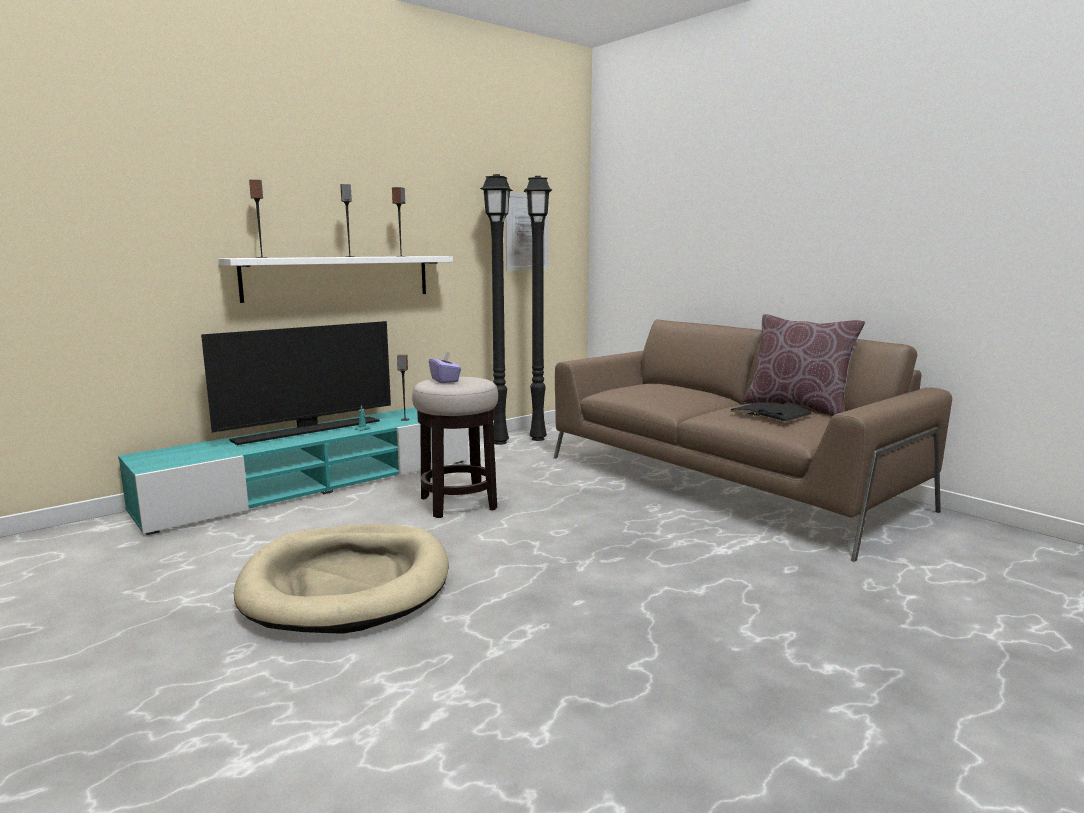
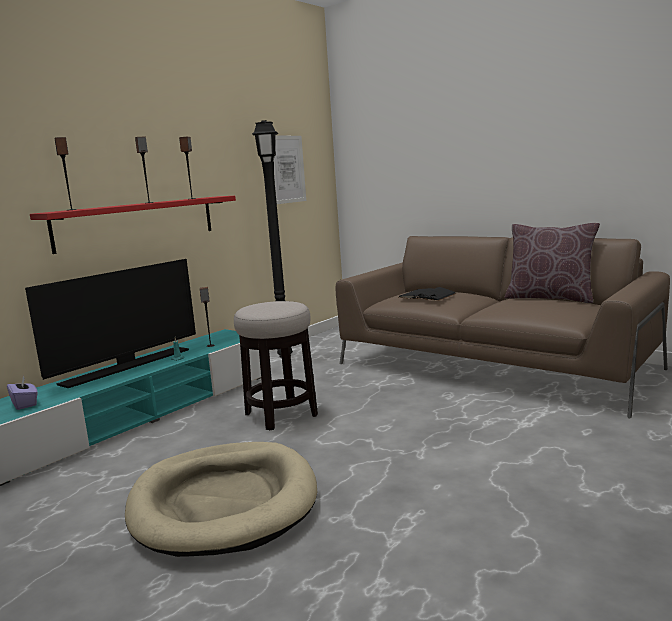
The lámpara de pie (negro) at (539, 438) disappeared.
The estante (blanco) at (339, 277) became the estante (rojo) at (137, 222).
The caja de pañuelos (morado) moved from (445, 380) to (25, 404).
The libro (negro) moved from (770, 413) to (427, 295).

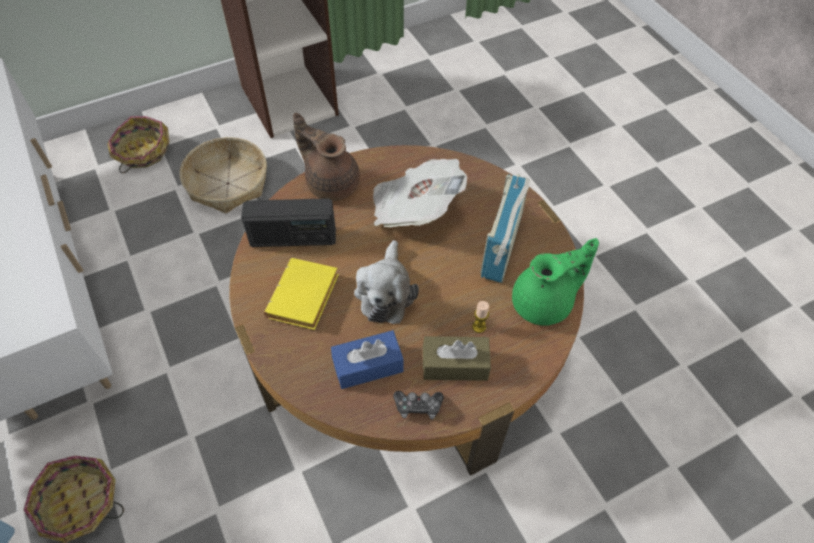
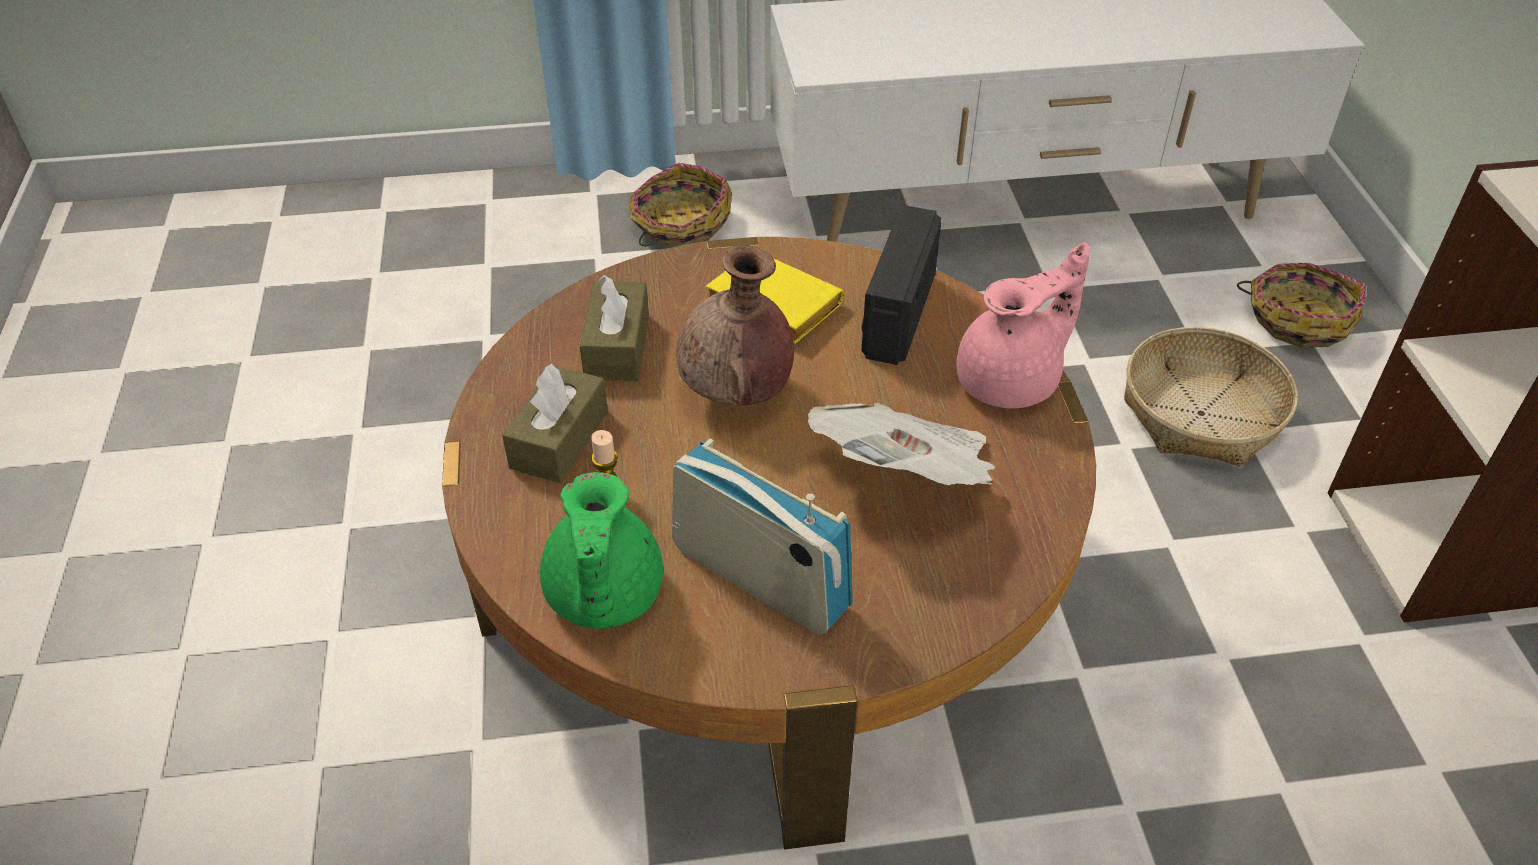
The tetera (marrón) at (331, 182) became the tetera (rosa) at (1012, 381).
The peluche at (385, 292) was replaced by the florero (marrón) at (737, 395).
The caja de pañuelos (azul) at (368, 366) became the caja de pañuelos (marrón) at (617, 346).
The mando de consola at (418, 407) disappeared.

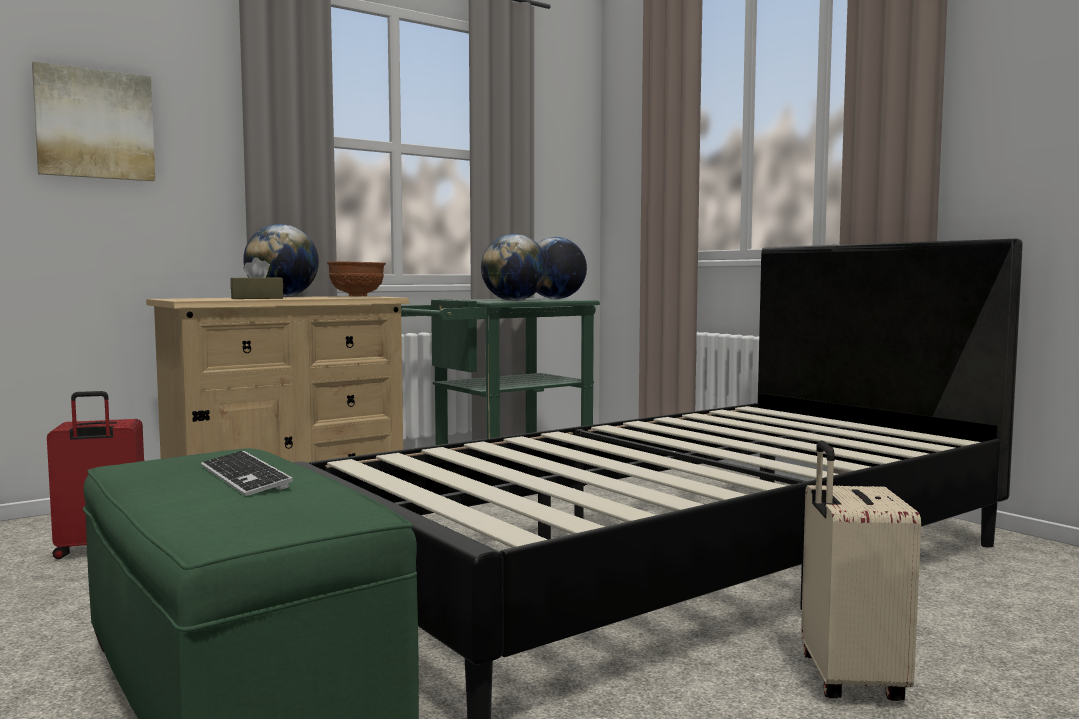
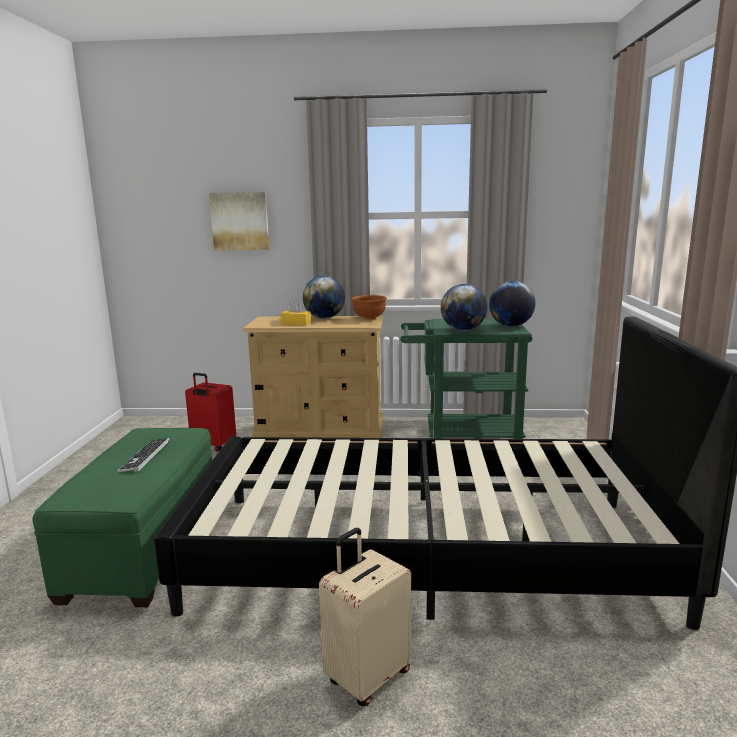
The caja de pañuelos (marrón) at (257, 298) became the caja de pañuelos (amarillo) at (296, 323).

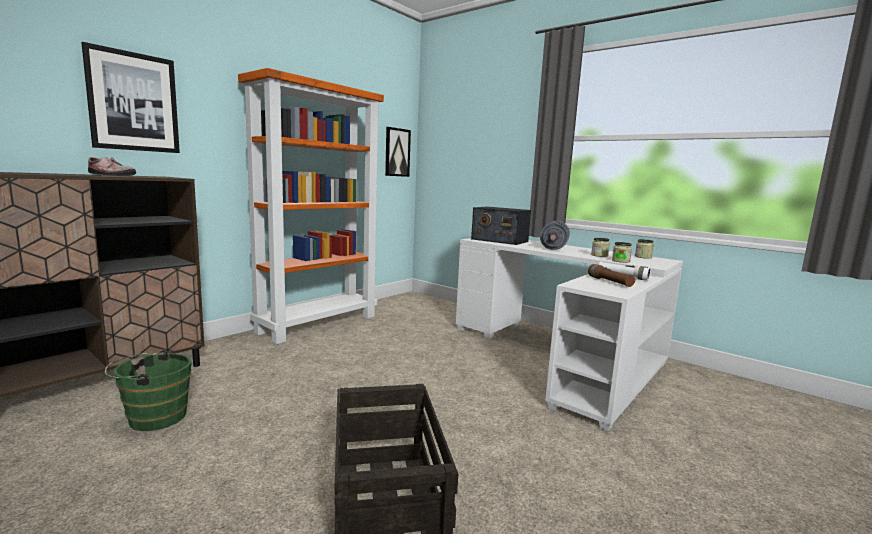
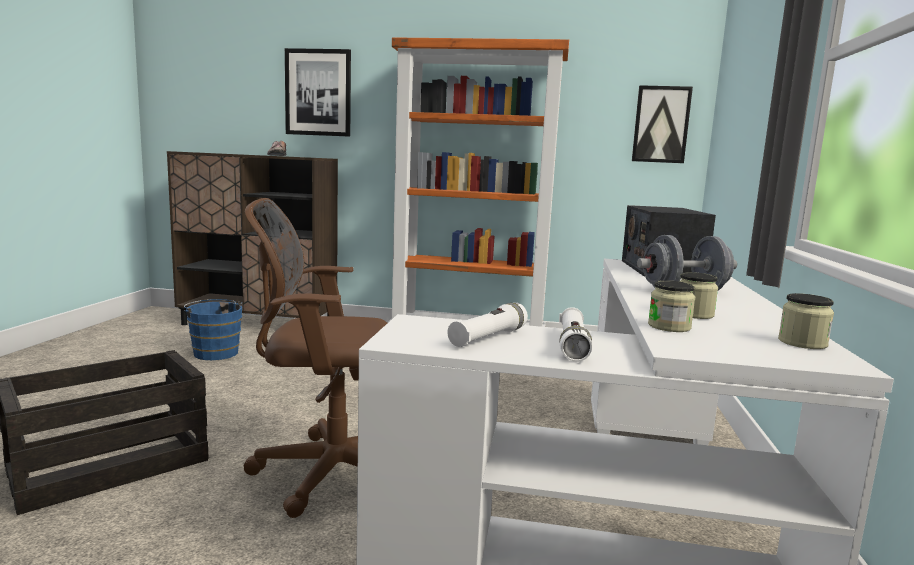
The linterna (marrón) at (609, 282) became the linterna (blanco) at (488, 338).
The cubo (verde) at (153, 417) became the cubo (azul) at (215, 352).
The silla de oficina (marrón) at (328, 472) appeared.

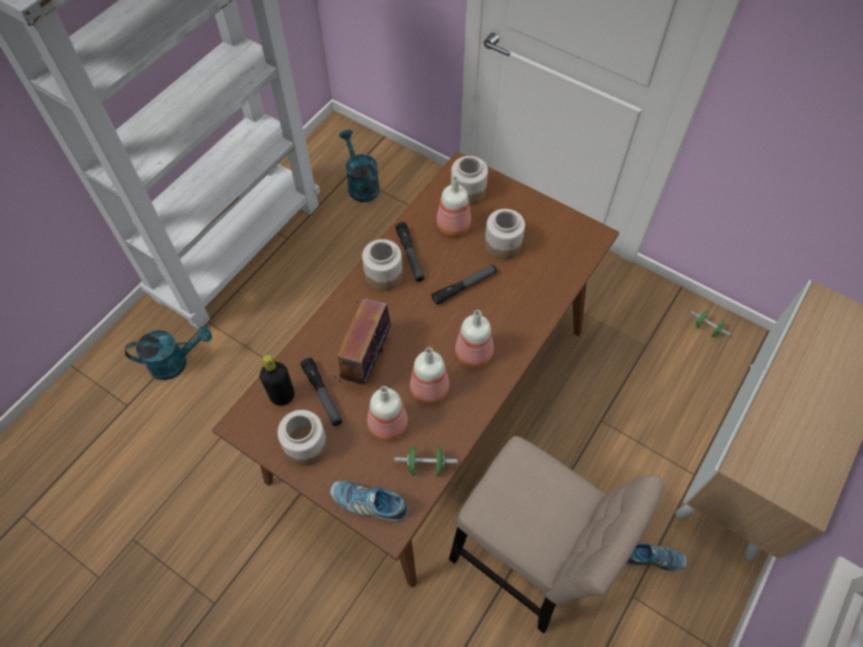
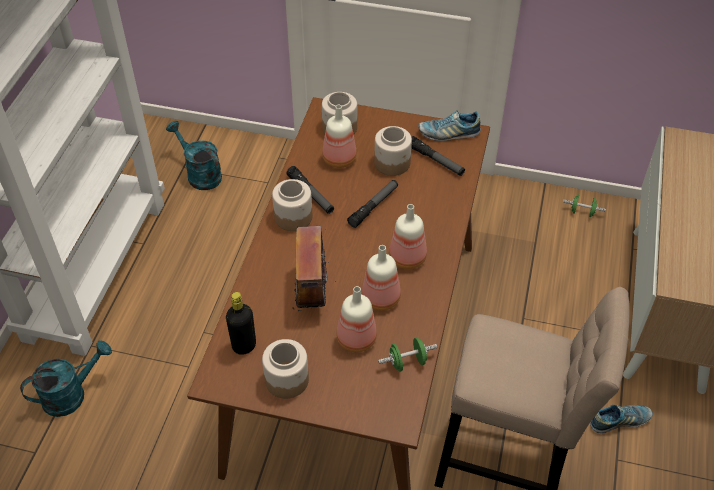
The linterna moved from (322, 394) to (436, 160).
The zapato moved from (369, 503) to (448, 133).

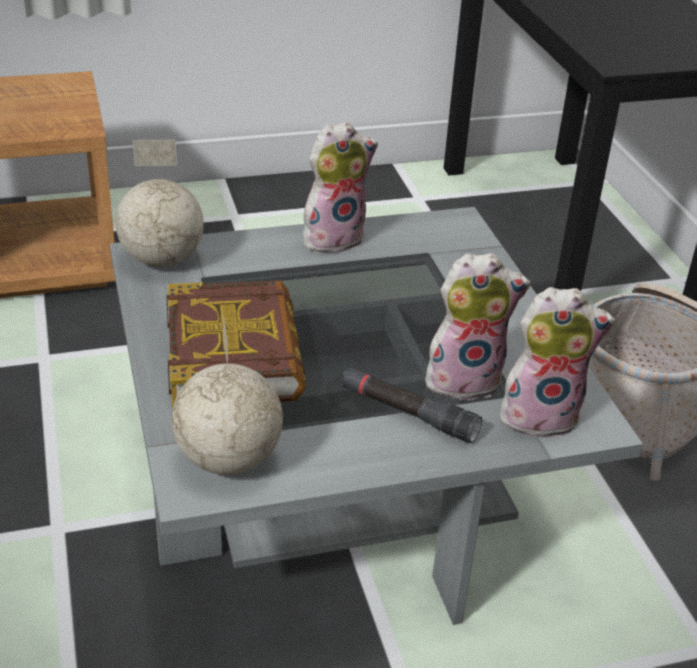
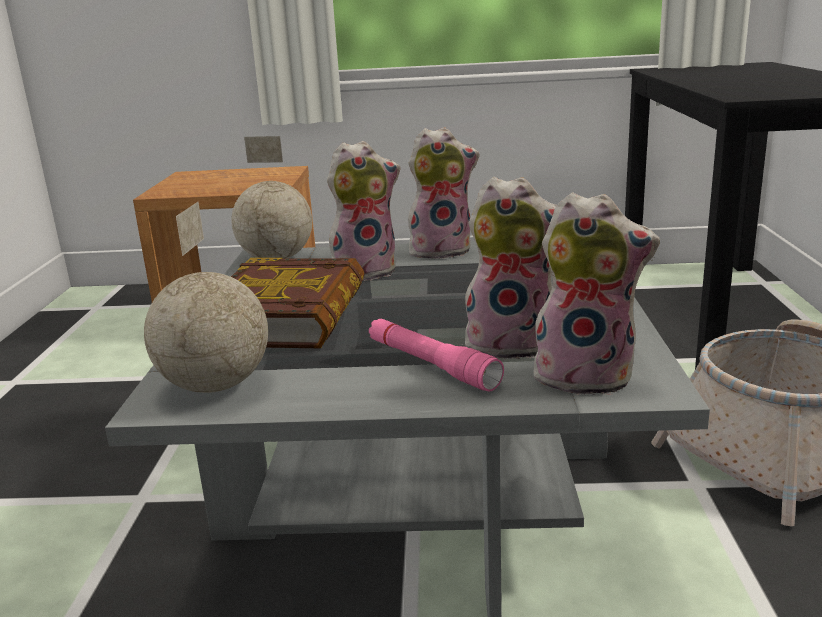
The linterna (negro) at (408, 413) became the linterna (rosa) at (431, 365).
The peluche at (365, 271) appeared.

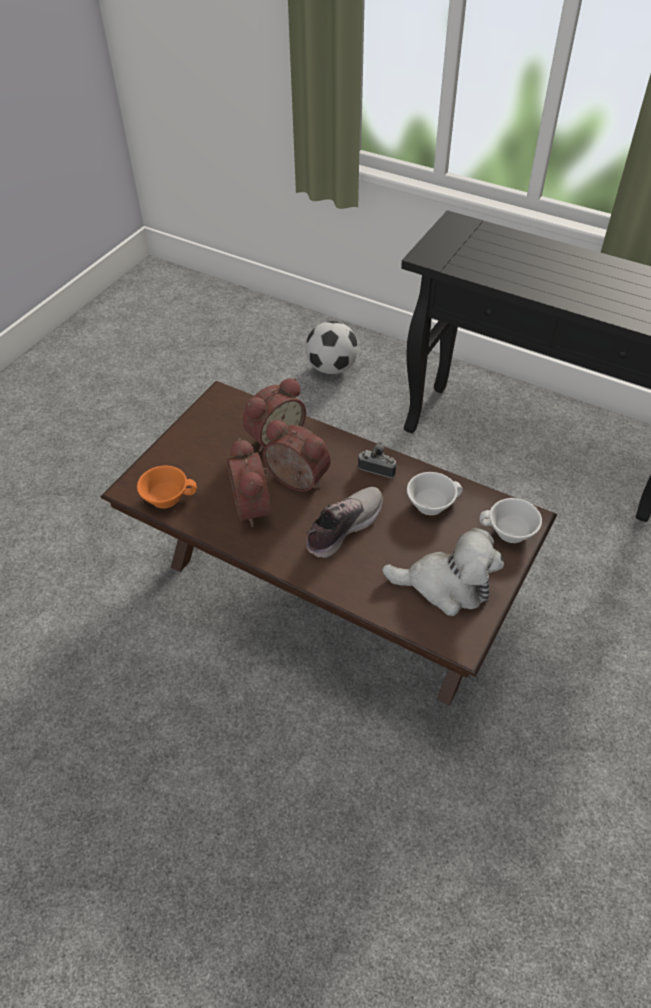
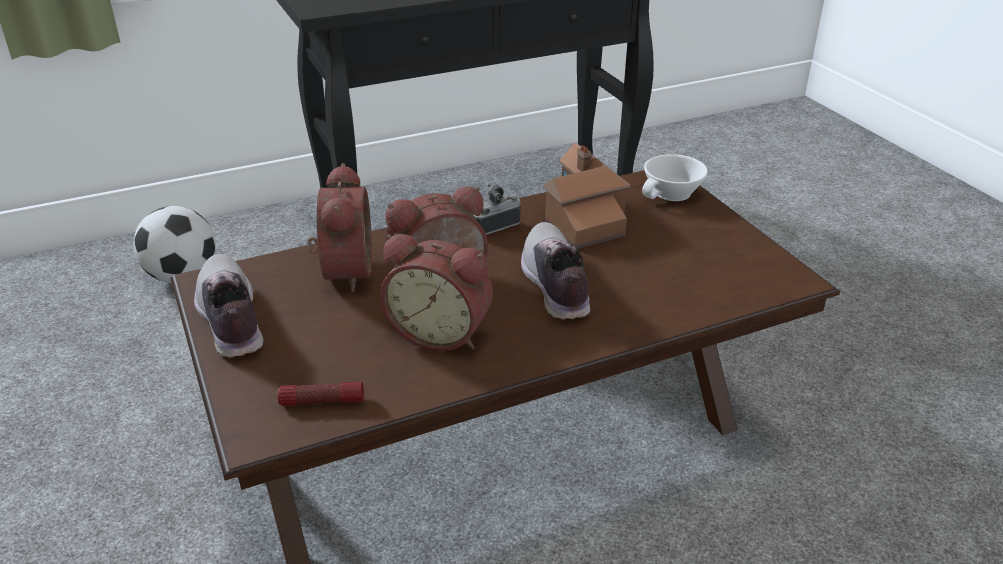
The taza (naranja) at (167, 496) was replaced by the linterna at (322, 402).
The taza (blanco) at (431, 502) was replaced by the casita at (582, 217).
The peluche at (446, 585) disappeared.
The zapato at (229, 319) appeared.

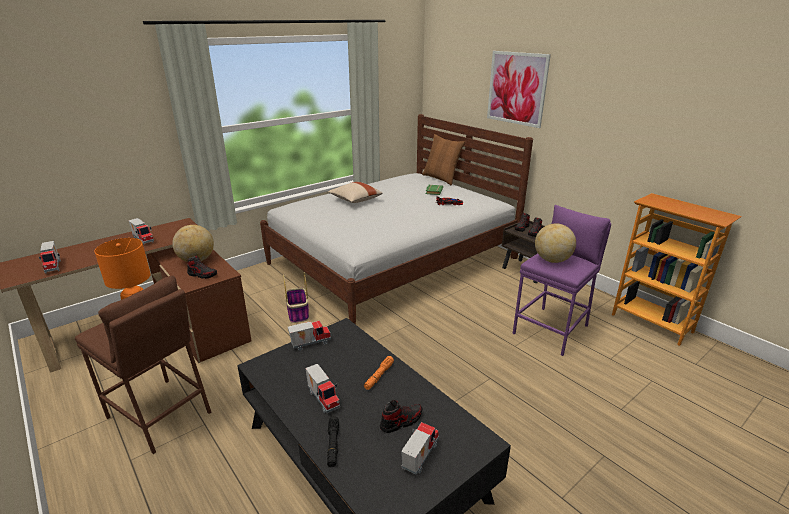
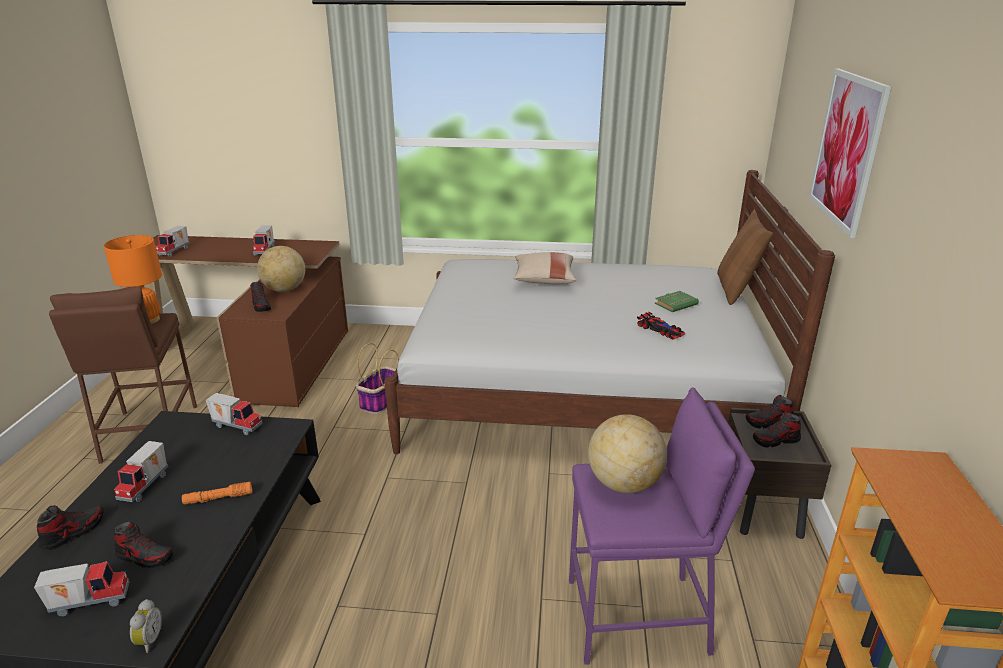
The linterna (negro) at (333, 445) was replaced by the zapato at (73, 532).
The despertador at (148, 640) appeared.

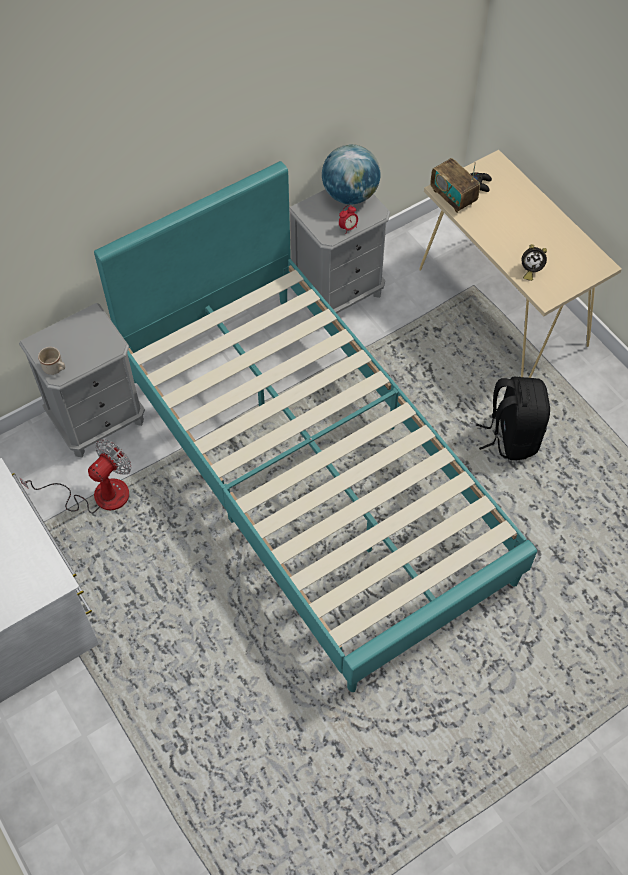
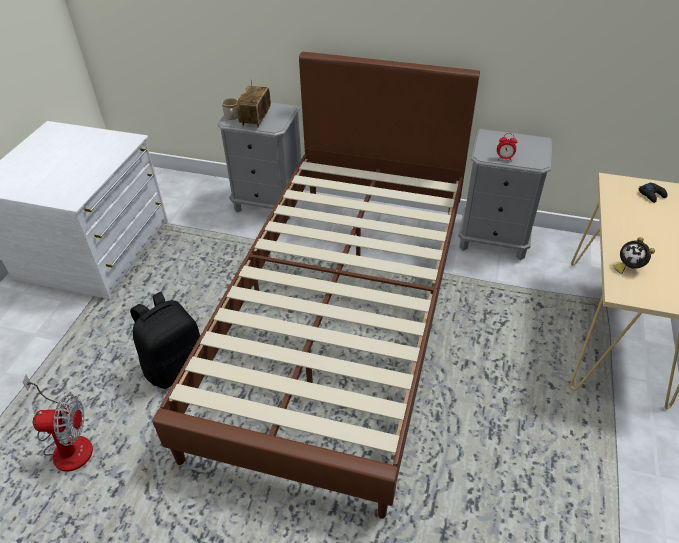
The globo terráqueo at (350, 195) disappeared.
The radio moved from (453, 197) to (255, 119).
The cama (turquesa) at (313, 474) became the cama (marrón) at (340, 318).
The mochila (negro) moved from (511, 436) to (176, 366).
The ventilador moved from (98, 495) to (67, 444).

